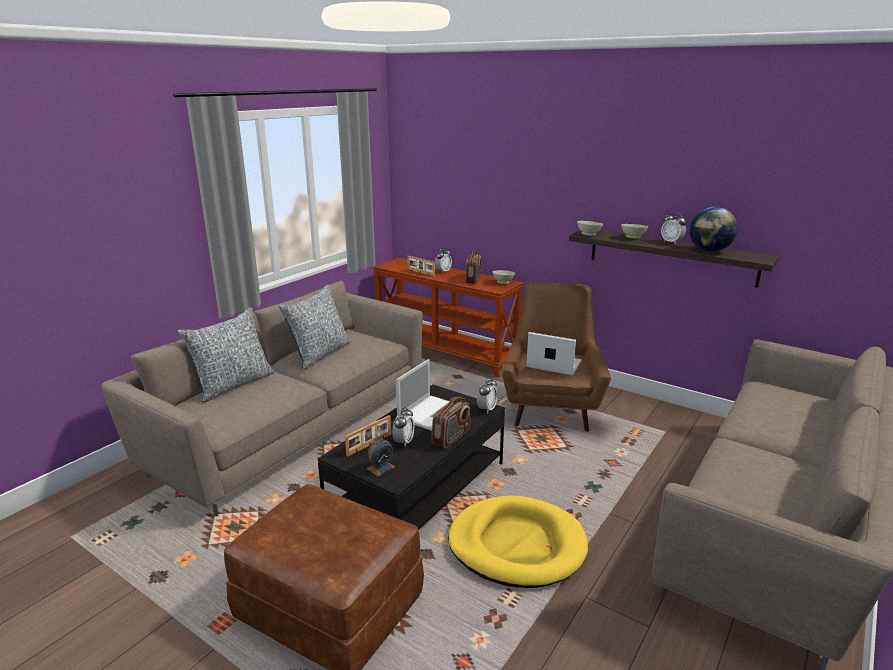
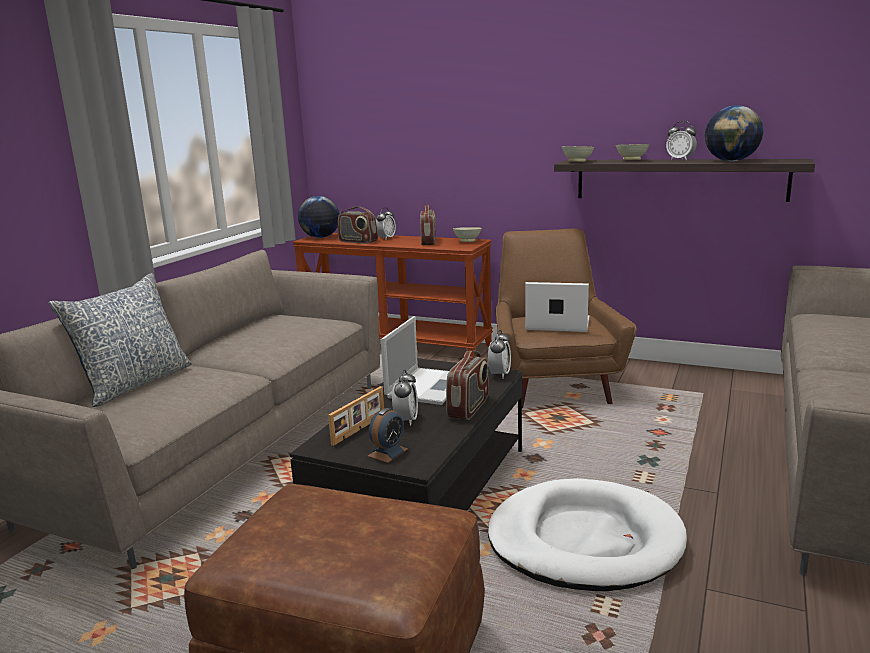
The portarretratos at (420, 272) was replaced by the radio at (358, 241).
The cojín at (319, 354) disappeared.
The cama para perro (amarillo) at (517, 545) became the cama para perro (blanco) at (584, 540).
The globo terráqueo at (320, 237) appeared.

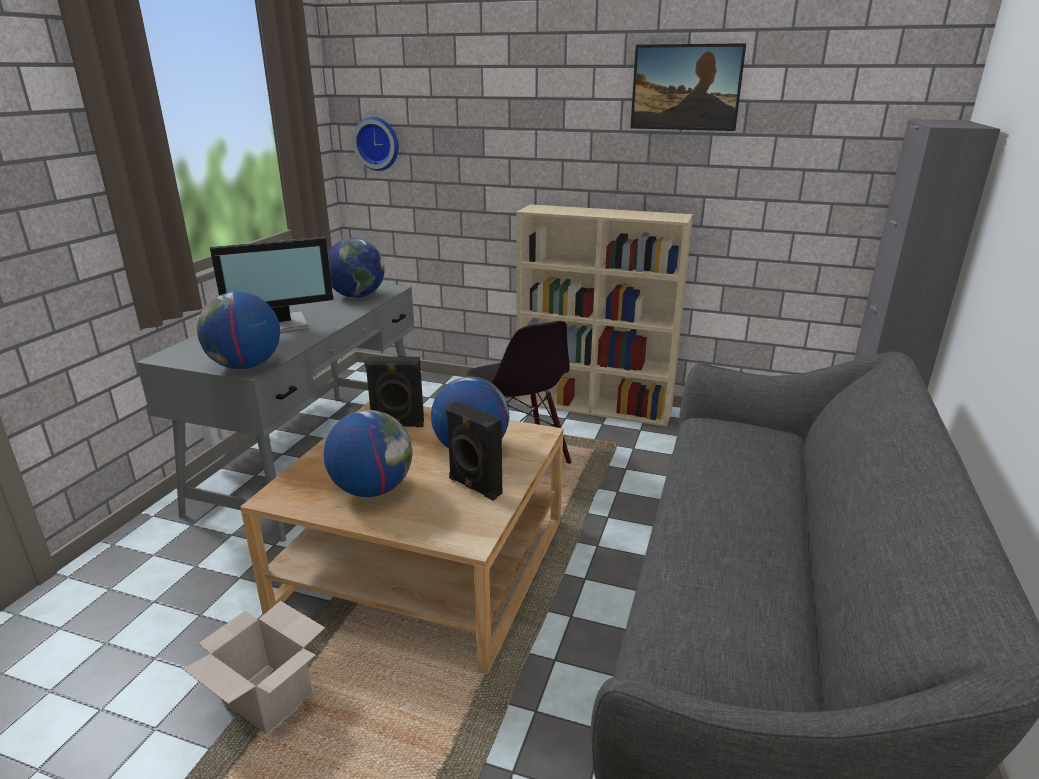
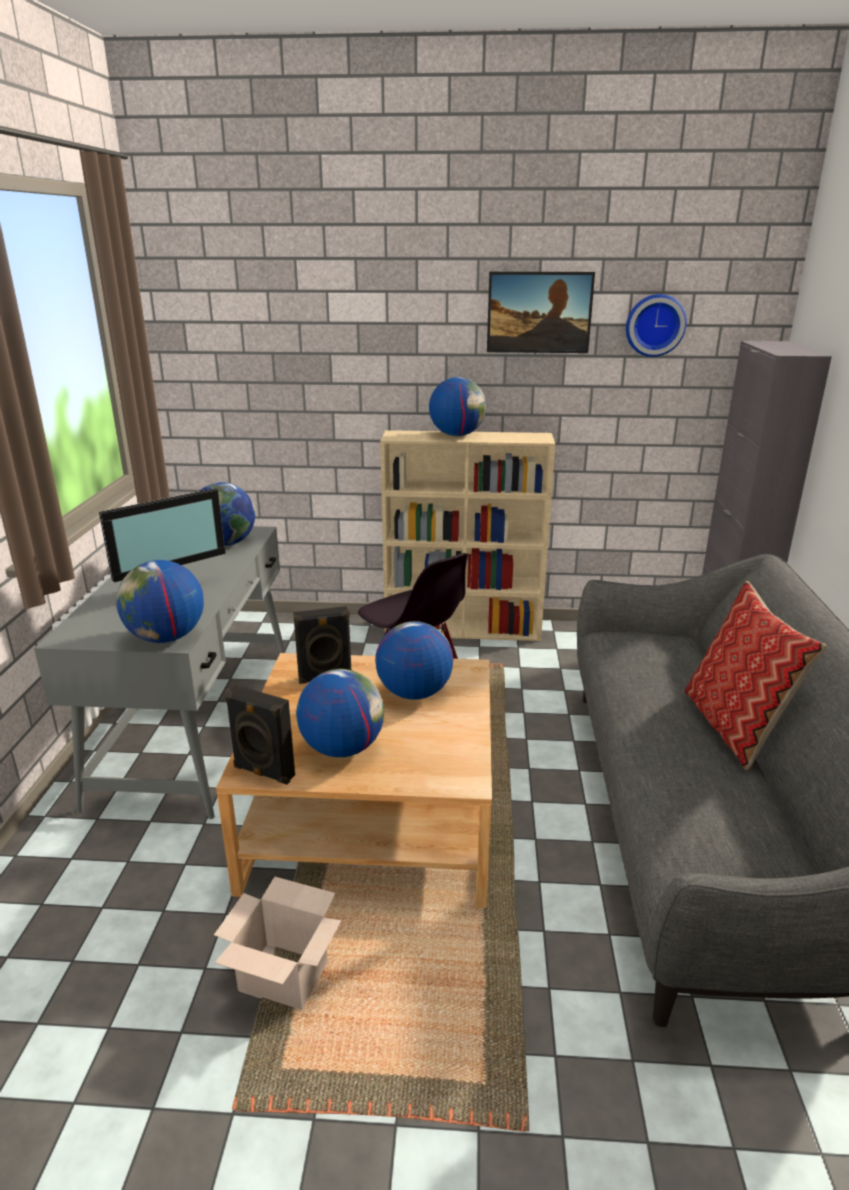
The reloj de pared moved from (378, 143) to (654, 325).
The altavoz (negro) moved from (474, 487) to (263, 773).
The globo terráqueo at (457, 435) appeared.
The cojín at (734, 727) appeared.

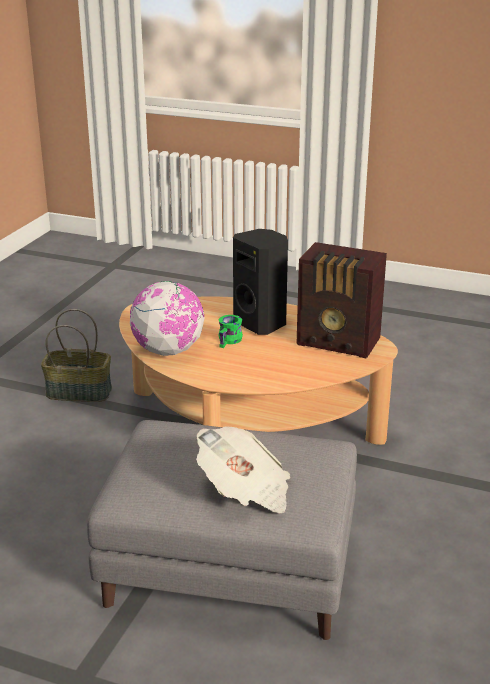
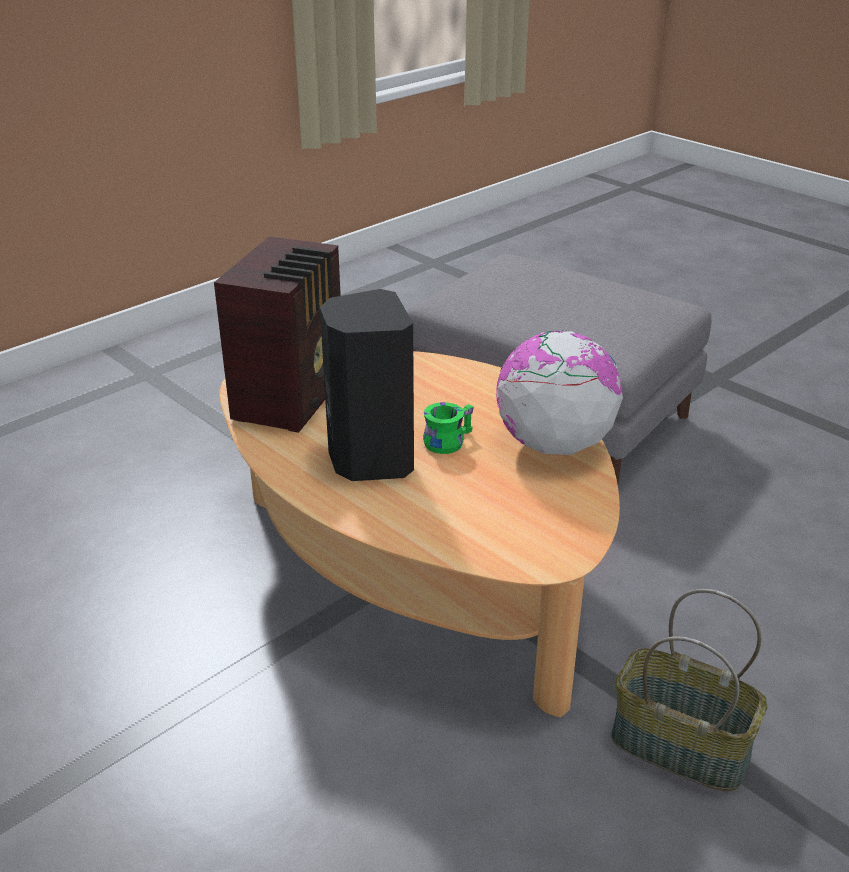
The radio at (339, 343) turned 60 degrees clockwise.
The periódico at (245, 491) disappeared.

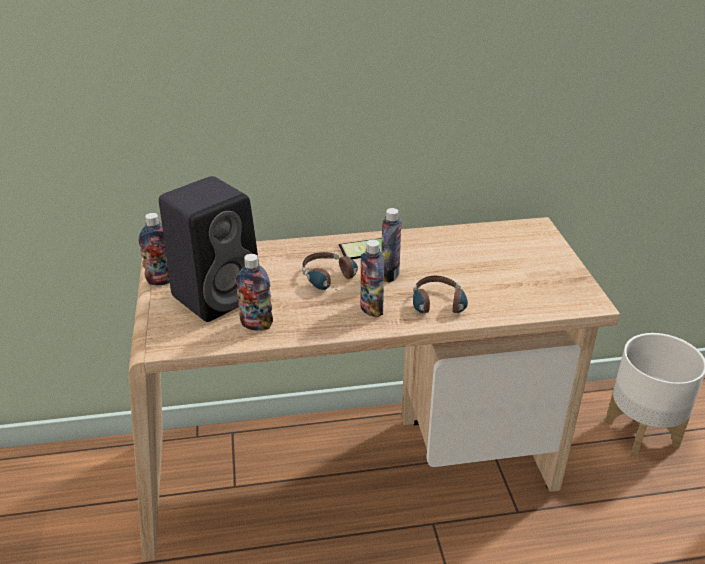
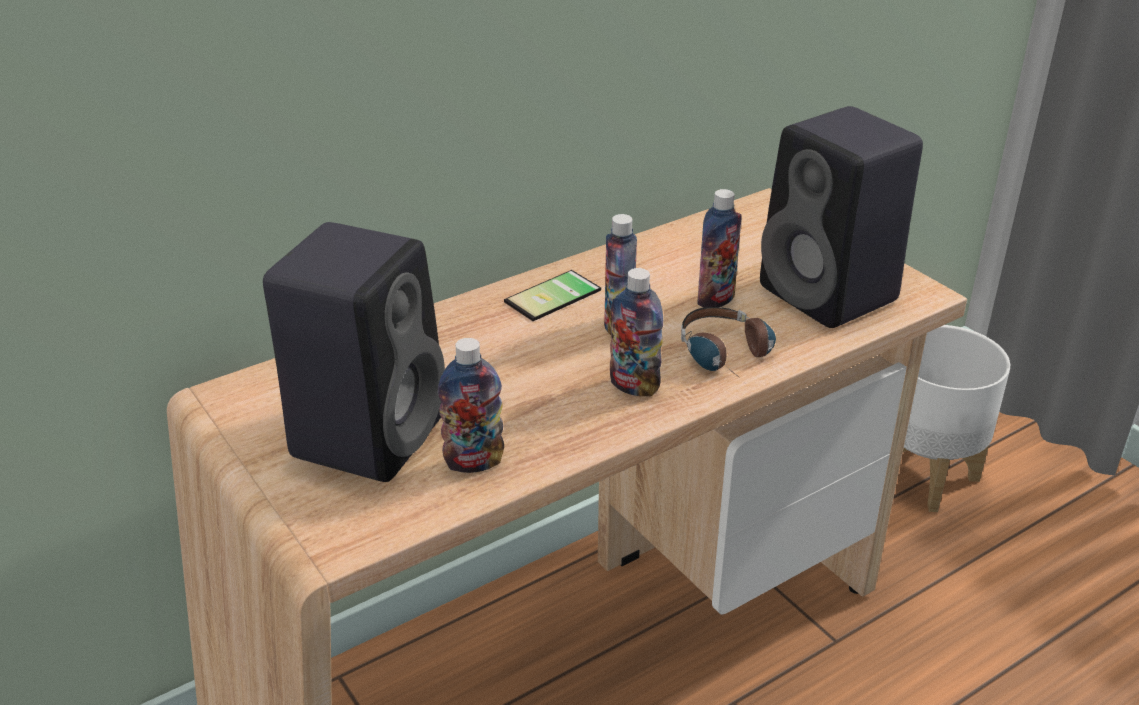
The botella moved from (162, 280) to (716, 299).
The auriculares at (333, 281) disappeared.
The altavoz (negro) at (832, 295) appeared.

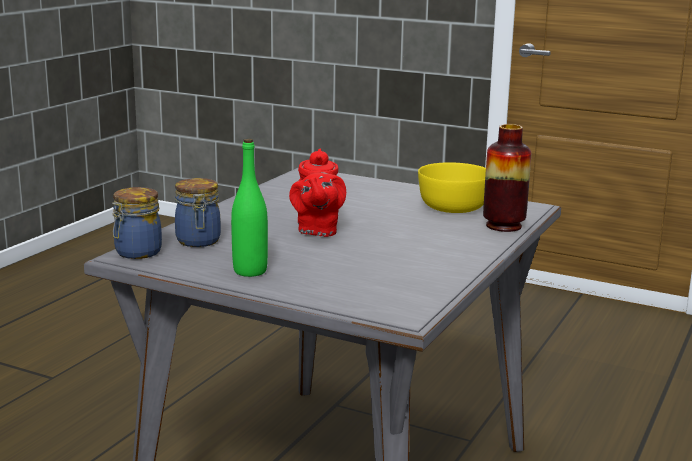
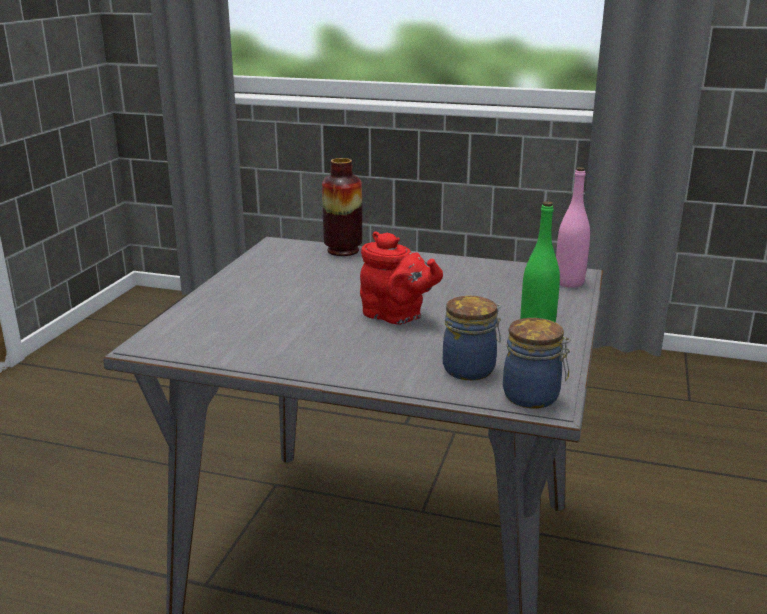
The tetera (rojo) at (317, 230) turned 45 degrees clockwise.
The cuenco (amarillo) at (454, 207) disappeared.
The botella (rosa) at (569, 283) appeared.

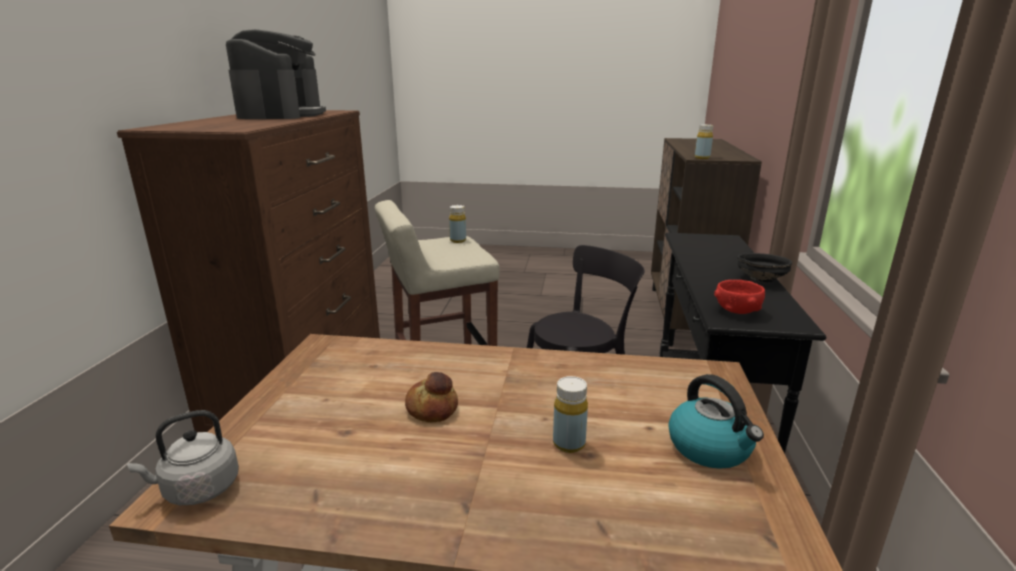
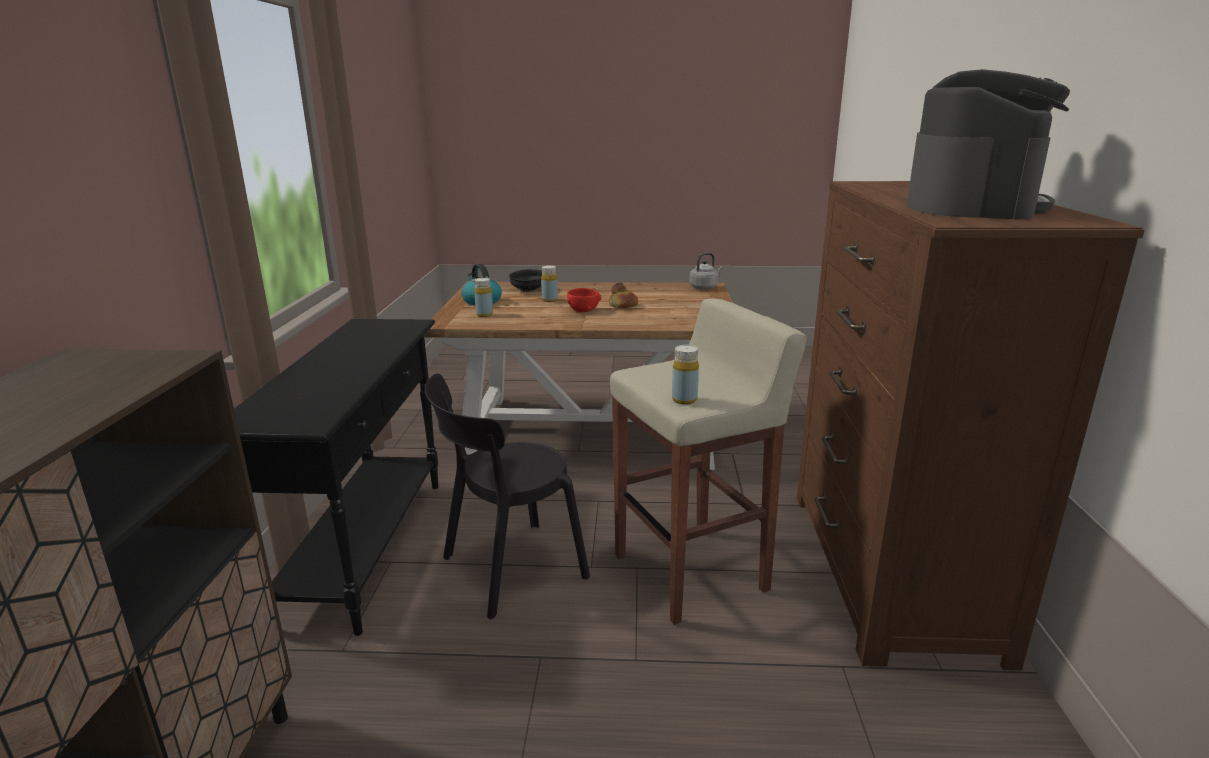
The cafetera at (282, 114) turned 150 degrees counterclockwise.
The botella (amarillo) moved from (702, 158) to (484, 315).
The cuenco (negro) moved from (761, 279) to (528, 290).
The cuenco (rojo) moved from (737, 311) to (583, 310).

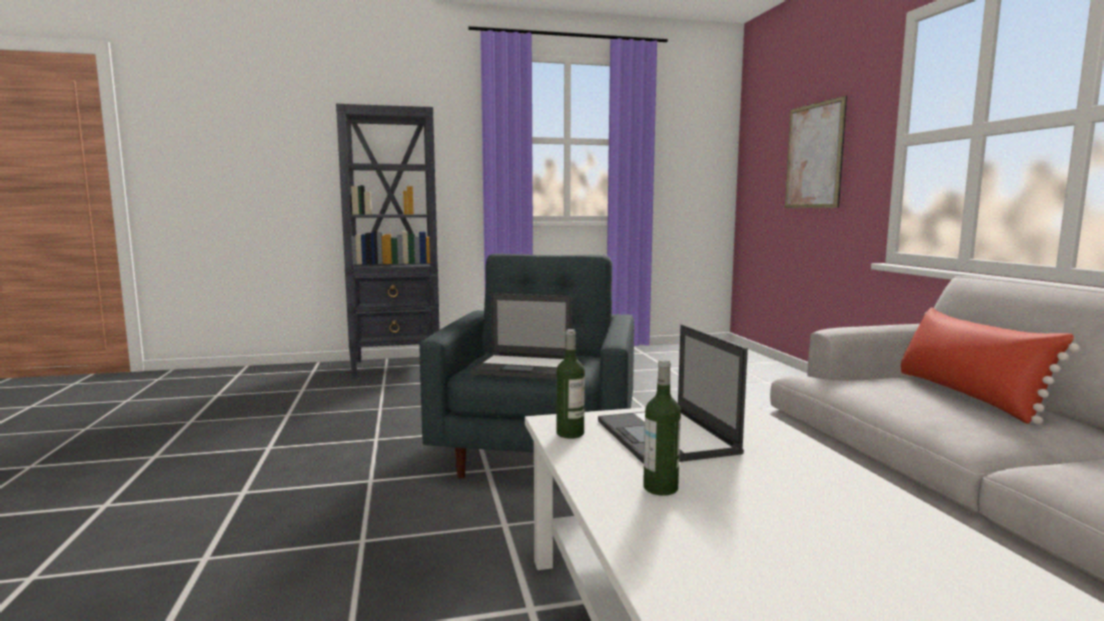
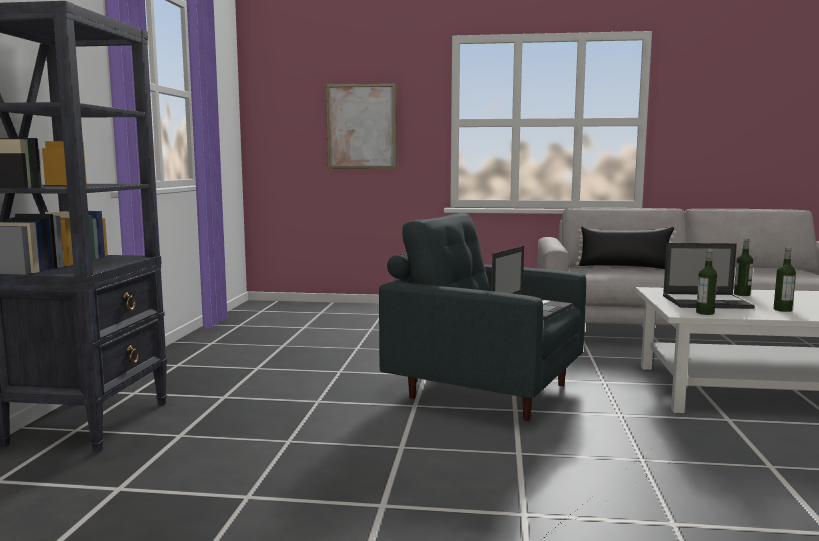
The cojín (rojo) at (967, 395) became the cojín (negro) at (624, 267).
The botella at (742, 294) appeared.

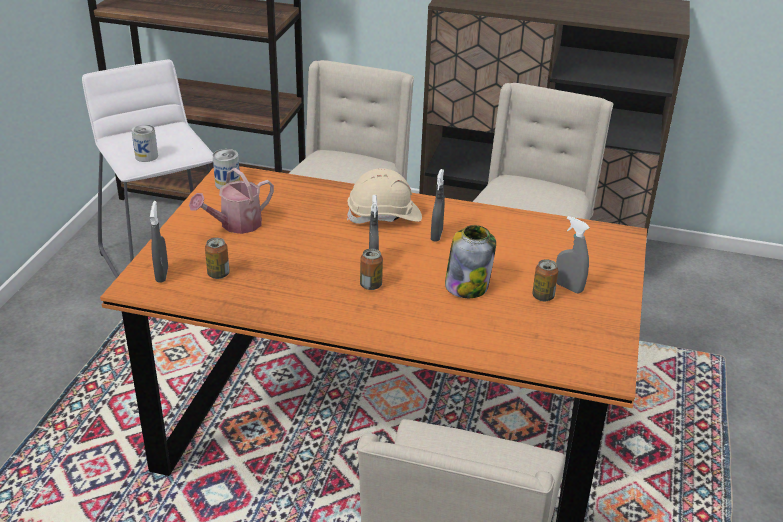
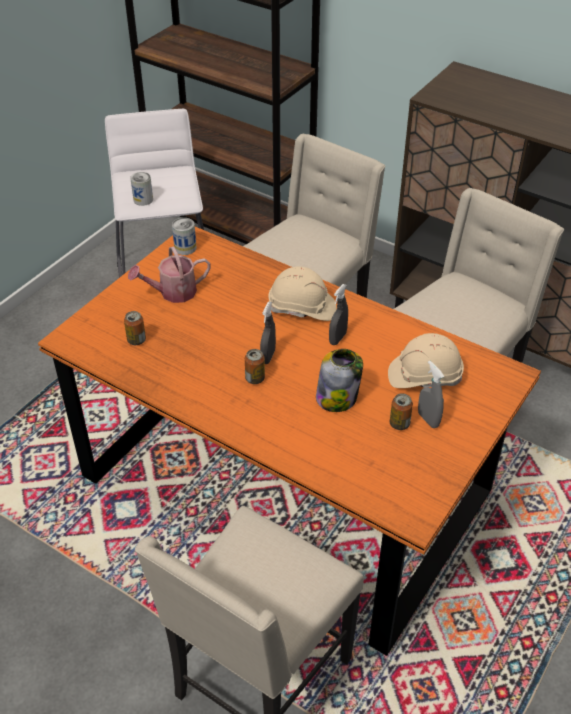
The pulverizador (gris) at (162, 275) disappeared.
The casco (beis) at (424, 376) appeared.

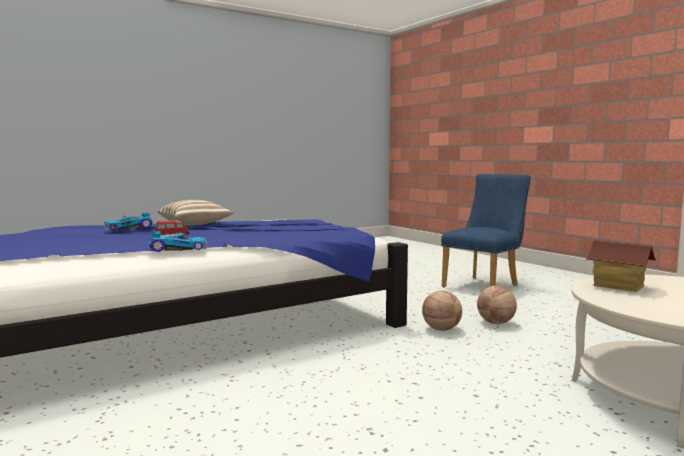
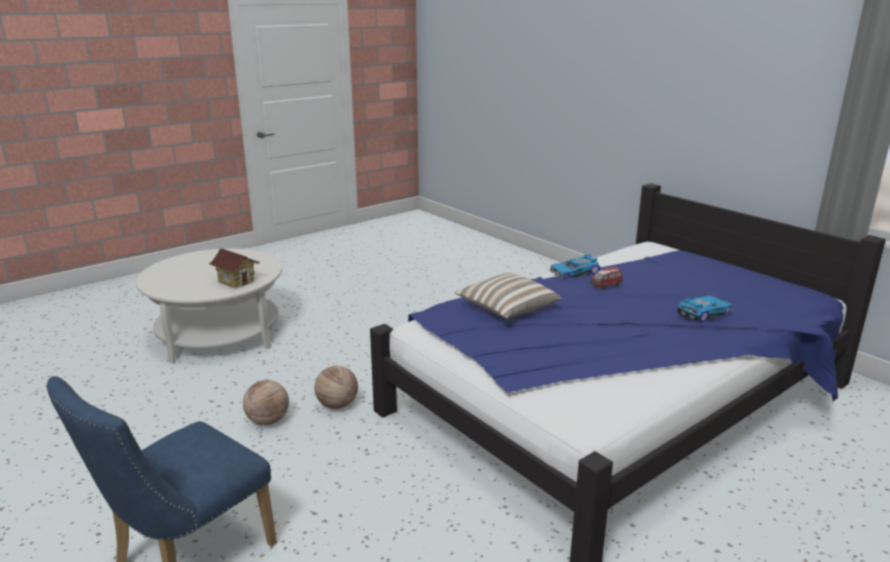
The cojín moved from (195, 224) to (506, 310).

